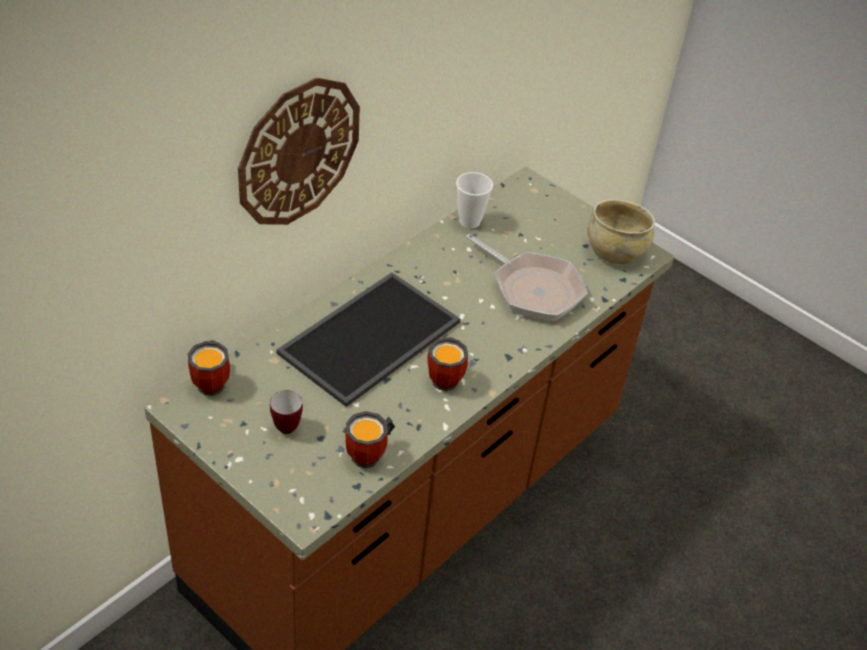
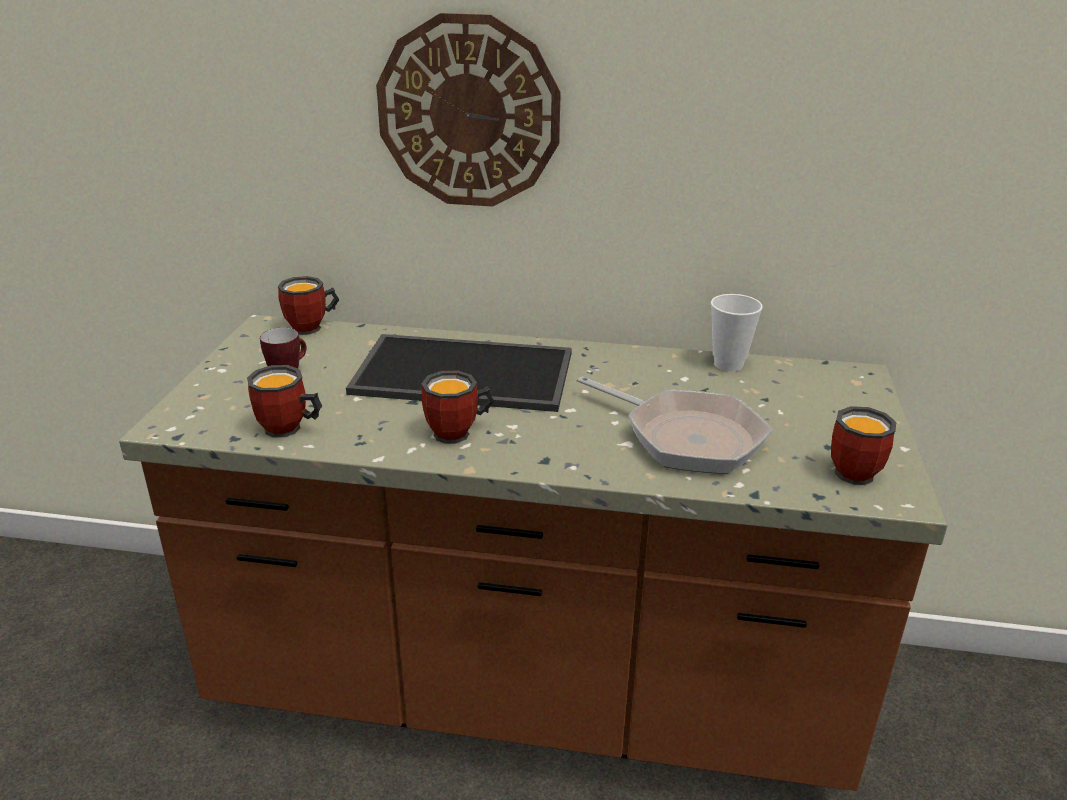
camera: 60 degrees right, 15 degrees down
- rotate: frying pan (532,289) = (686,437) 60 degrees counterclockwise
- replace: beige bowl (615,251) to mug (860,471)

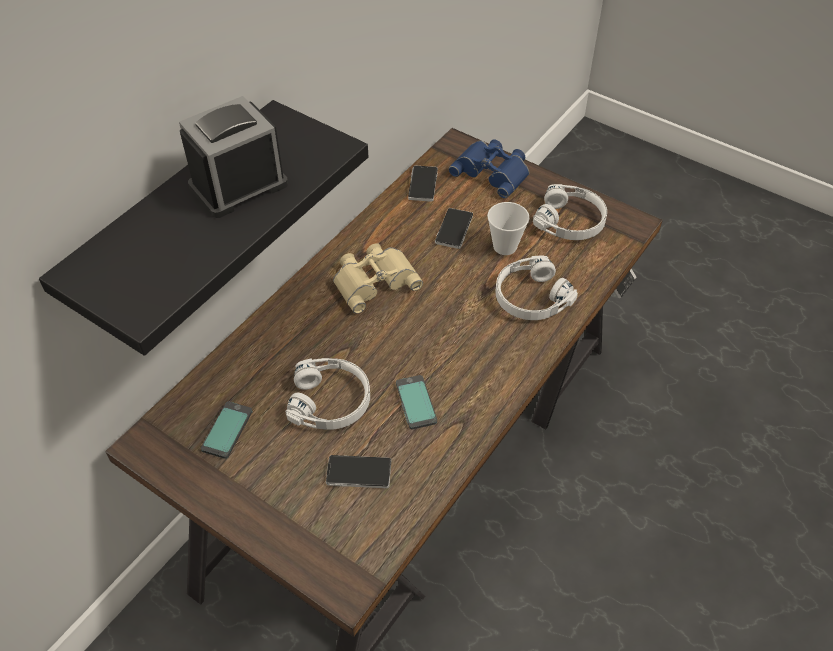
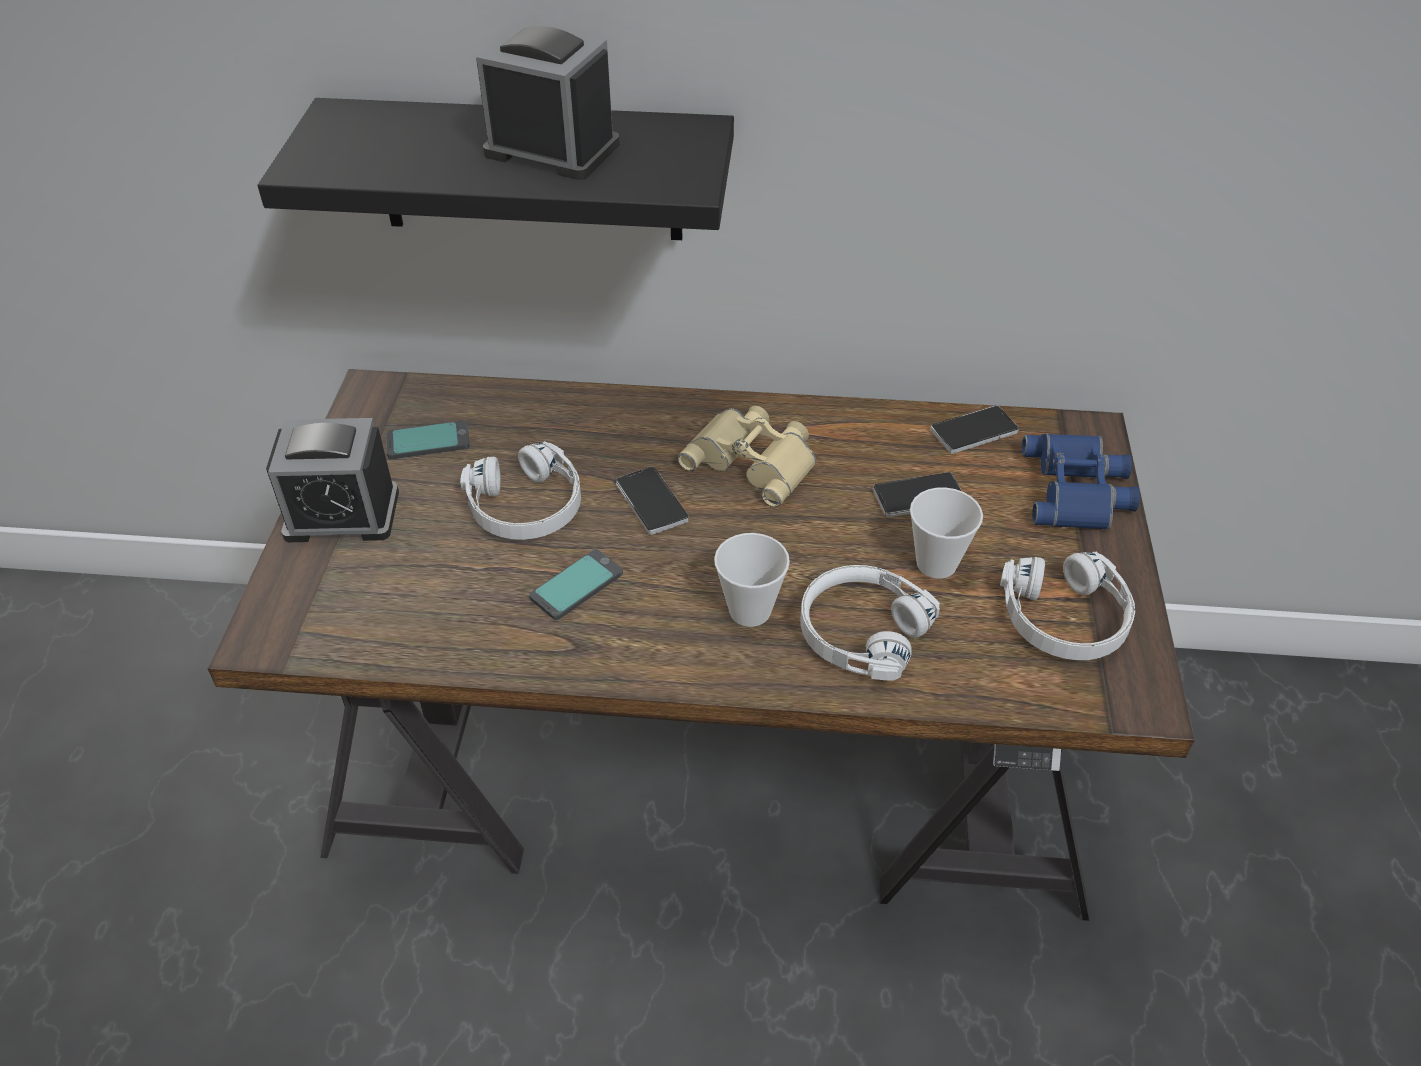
camera: 60 degrees right, 5 degrees down
- insert: alarm clock (342,514)
- move: phone (359,472) to (651,502)
- insert: cup (750,610)

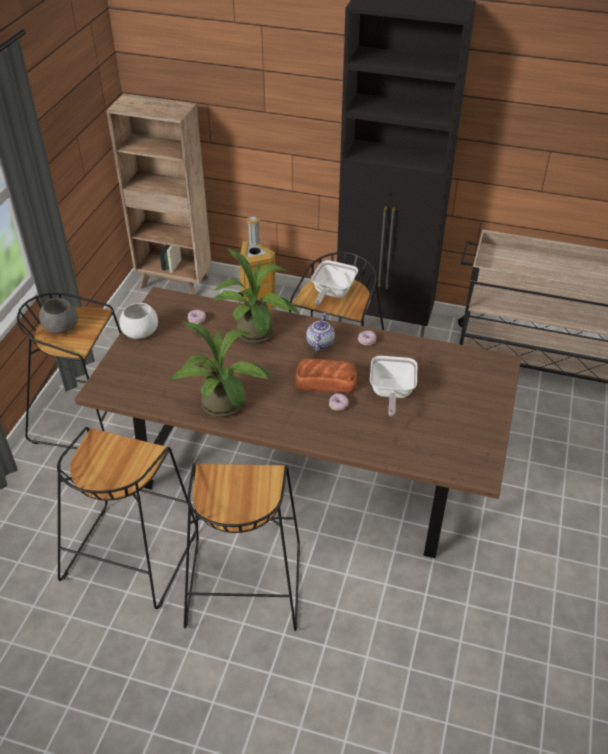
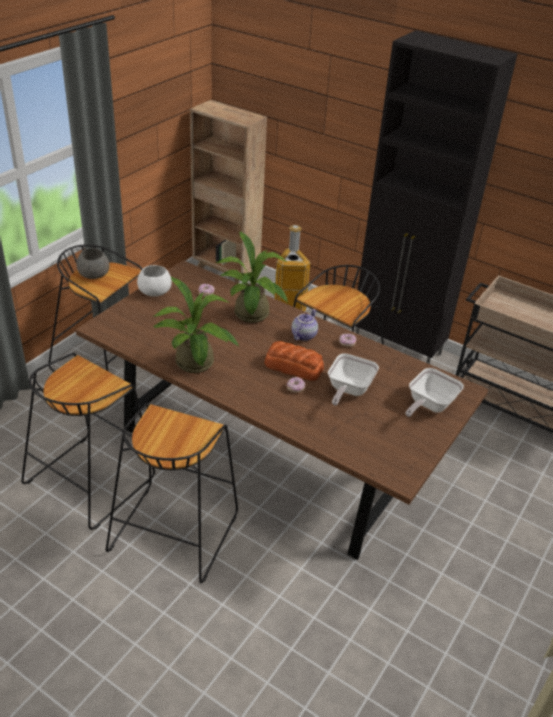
camera: 15 degrees right, 5 degrees down
- move: frying pan (331,293) to (428,405)

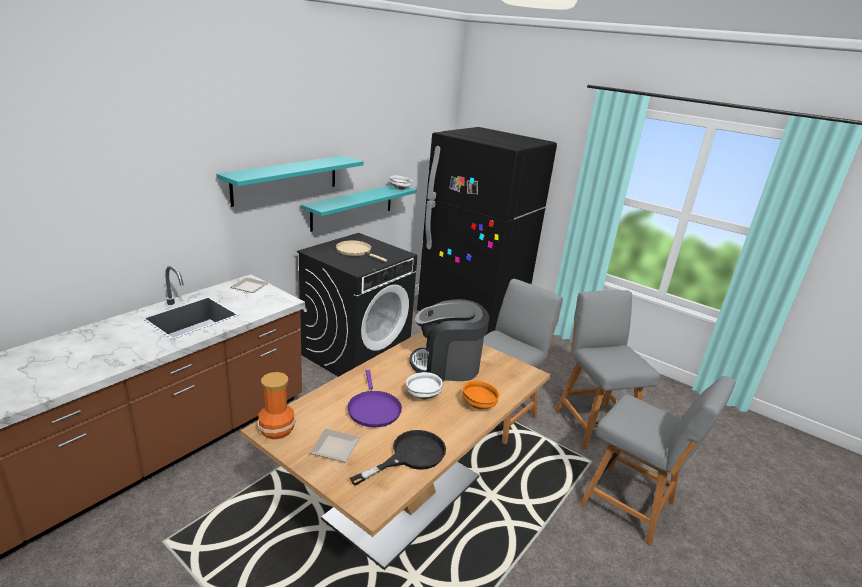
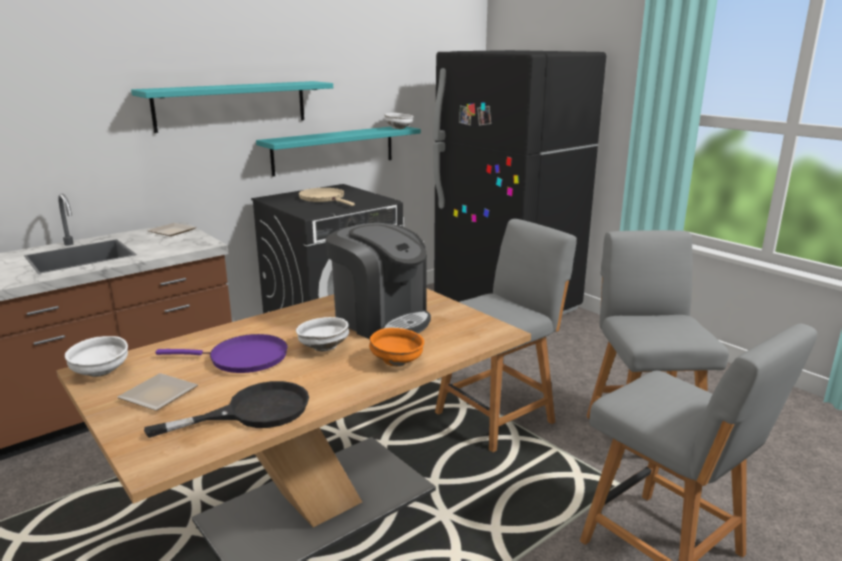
camera: 15 degrees right, 5 degrees down
- replace: vase (277,430) to white bowl (100,372)
- rotate: purple frying pan (373,409) = (243,358) 90 degrees counterclockwise
- rotate: coffee machine (447,365) = (381,318) 150 degrees counterclockwise

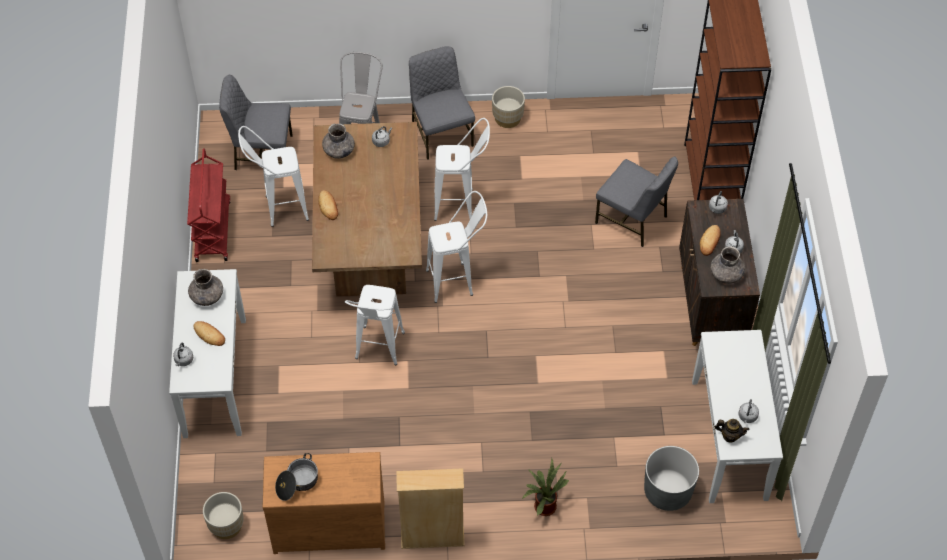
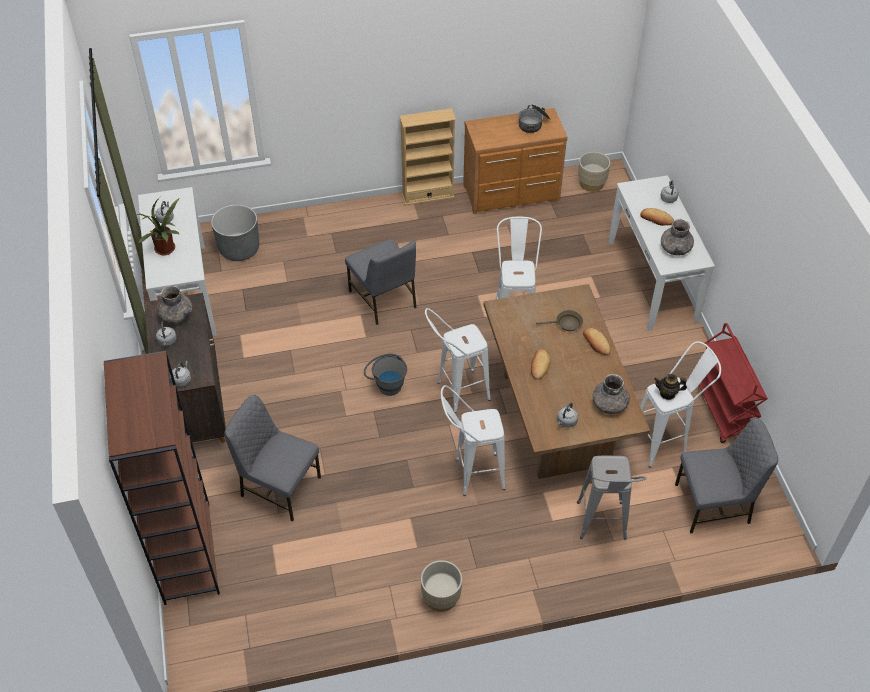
camera: 170 degrees right, 5 degrees down
- move: potted plant (543,505) to (166,250)
- move: grey chair (441,132) to (384,299)
- insert: grey bucket (386,384)
- move: bread (710,242) to (539,366)
- insert: brown frying pan (566,324)
- move: teapot (730,435) to (667,393)

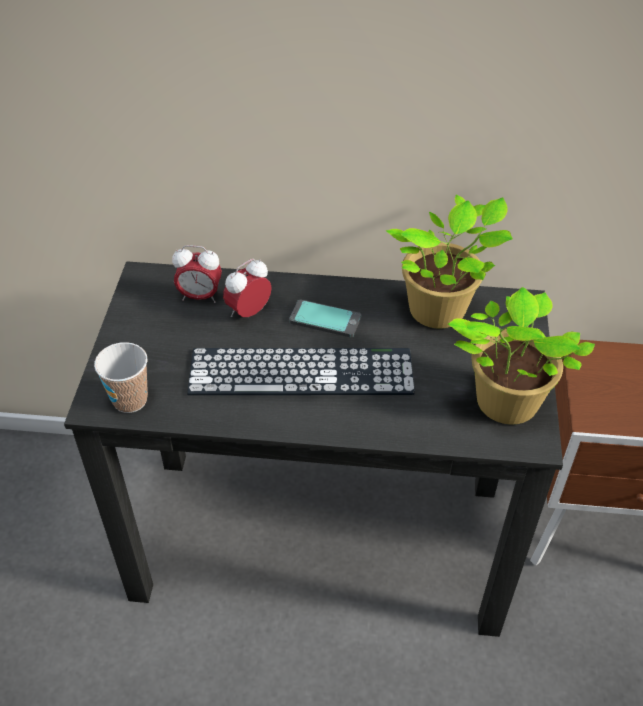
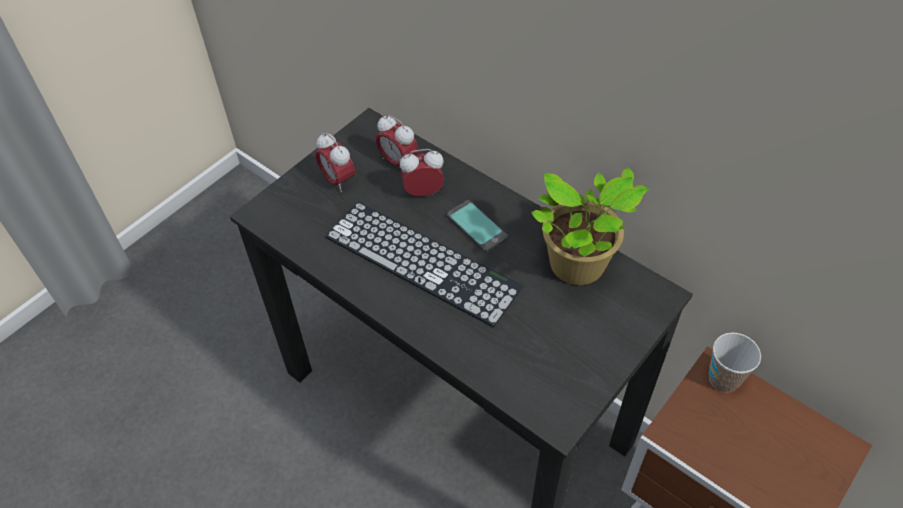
camera: 35 degrees right, 5 degrees up
- insert: alarm clock (338,180)
- move: cup (130,400) to (723,379)
- delete: potted plant (503,404)

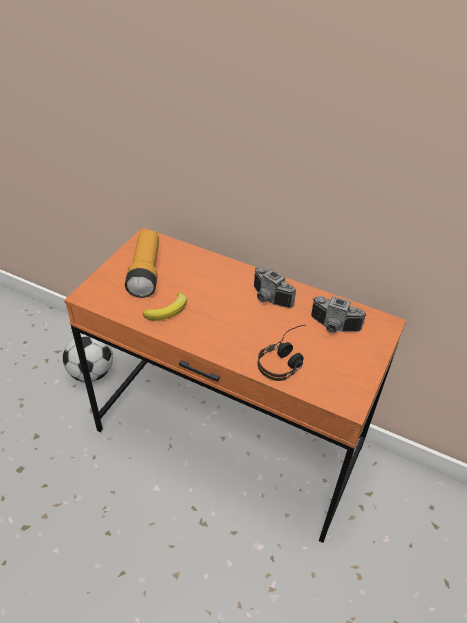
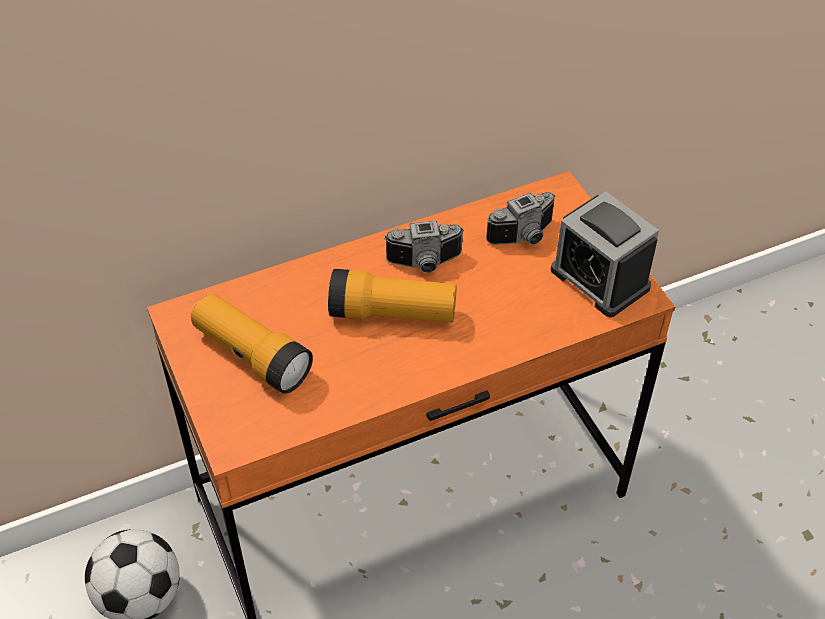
camera: 50 degrees left, 5 degrees up
- insert: flashlight (392,313)
- insert: alarm clock (600,279)
- delete: banana (168,310)
- delete: headphones (286,359)

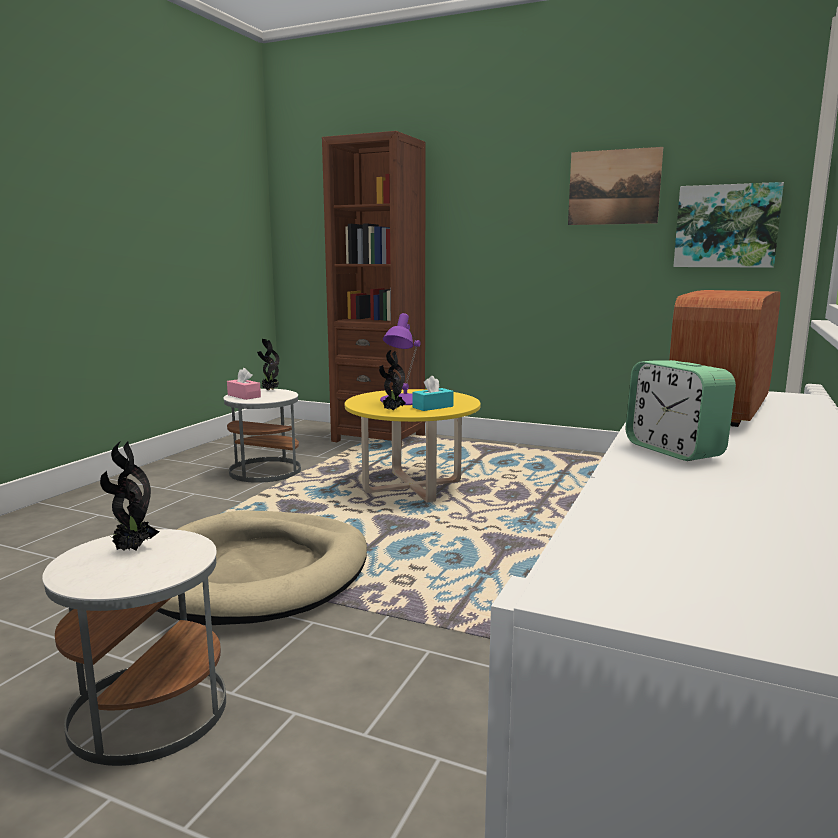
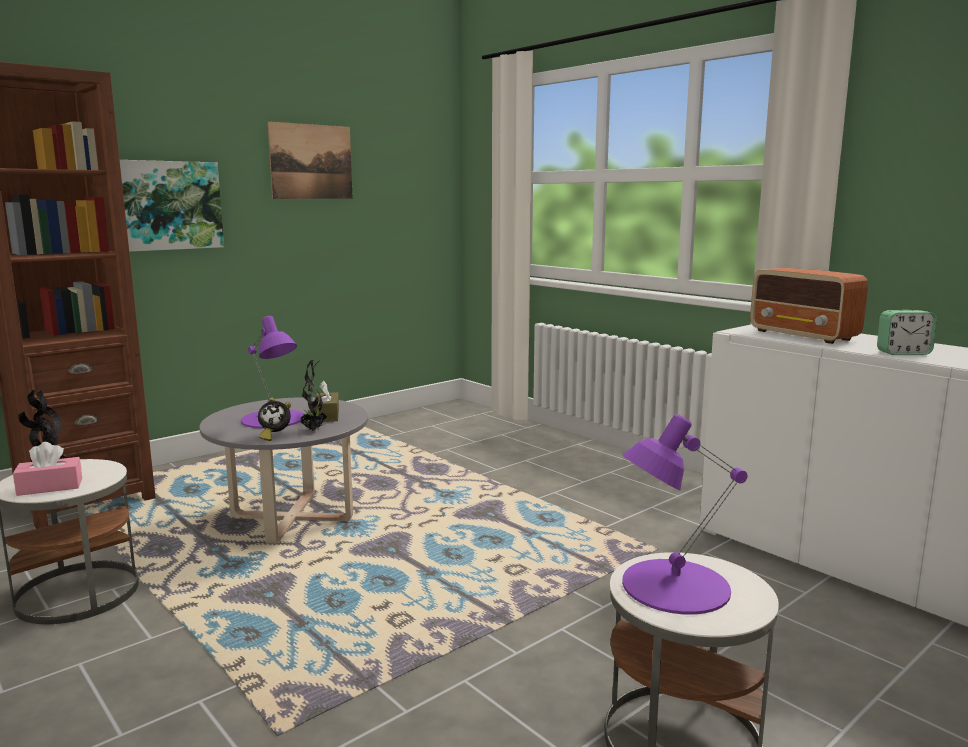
camera: 65 degrees left, 0 degrees up
- move: picture (726,226) to (168,205)
- recolor: yellow coffee table (412,487) to grey coffee table (292,519)
- insert: alarm clock (274,436)
- recolor: turquoise tissue box (432,407) to brown tissue box (327,415)
- replace: potted plant (133,549) to purple table lamp (673,586)
- delete: beige dog bed (257,573)

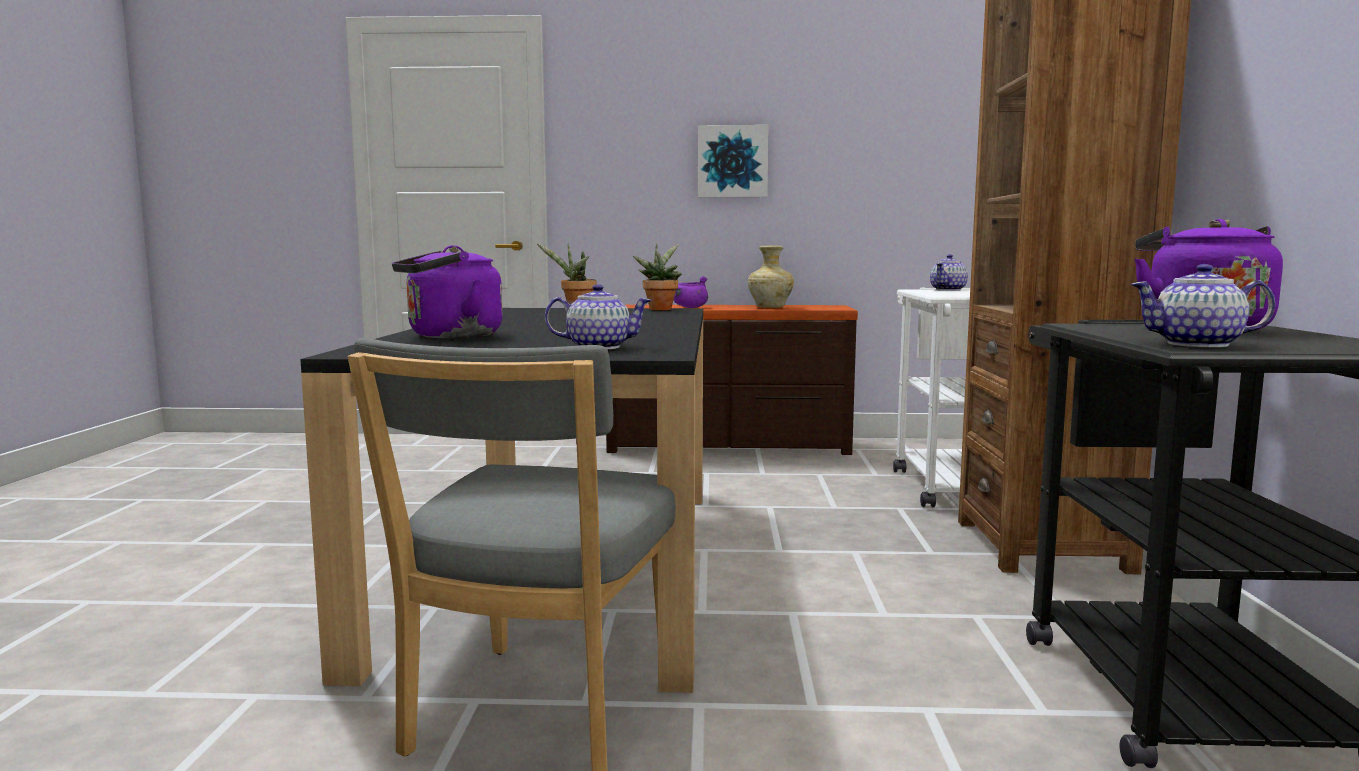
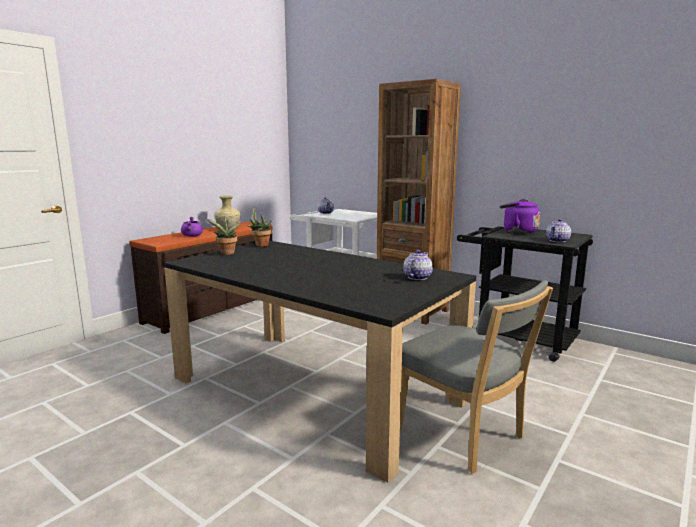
camera: 55 degrees left, 5 degrees up
- delete: purple kettle (450,336)
- delete: picture (732,162)

